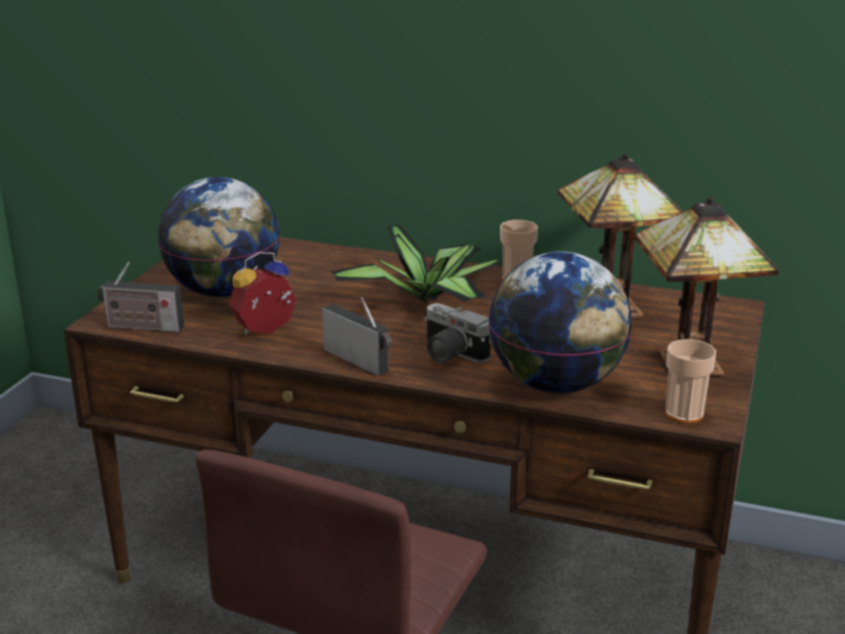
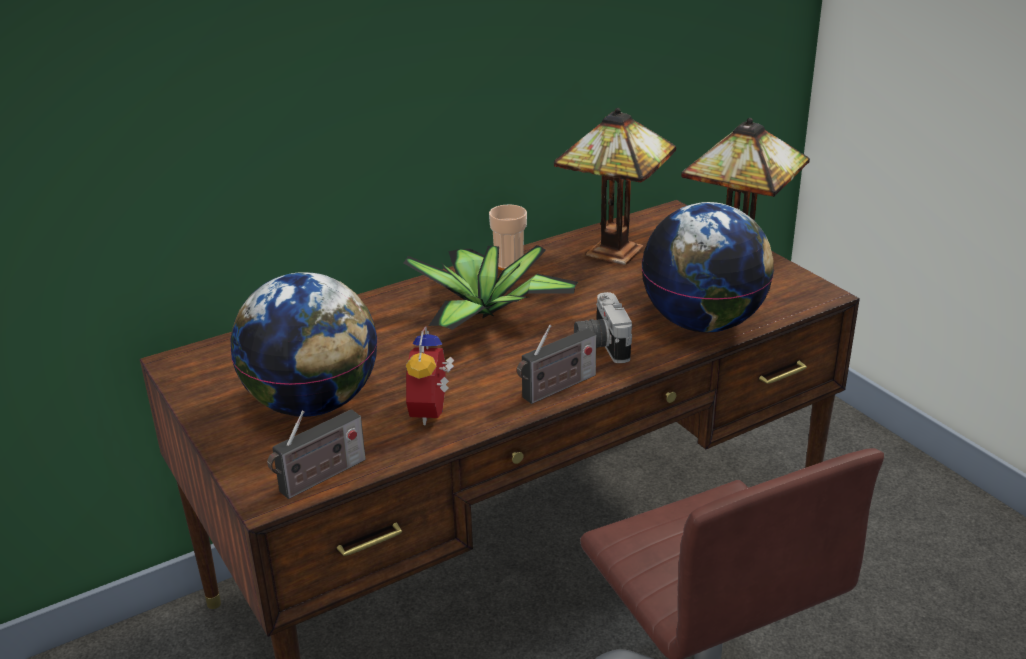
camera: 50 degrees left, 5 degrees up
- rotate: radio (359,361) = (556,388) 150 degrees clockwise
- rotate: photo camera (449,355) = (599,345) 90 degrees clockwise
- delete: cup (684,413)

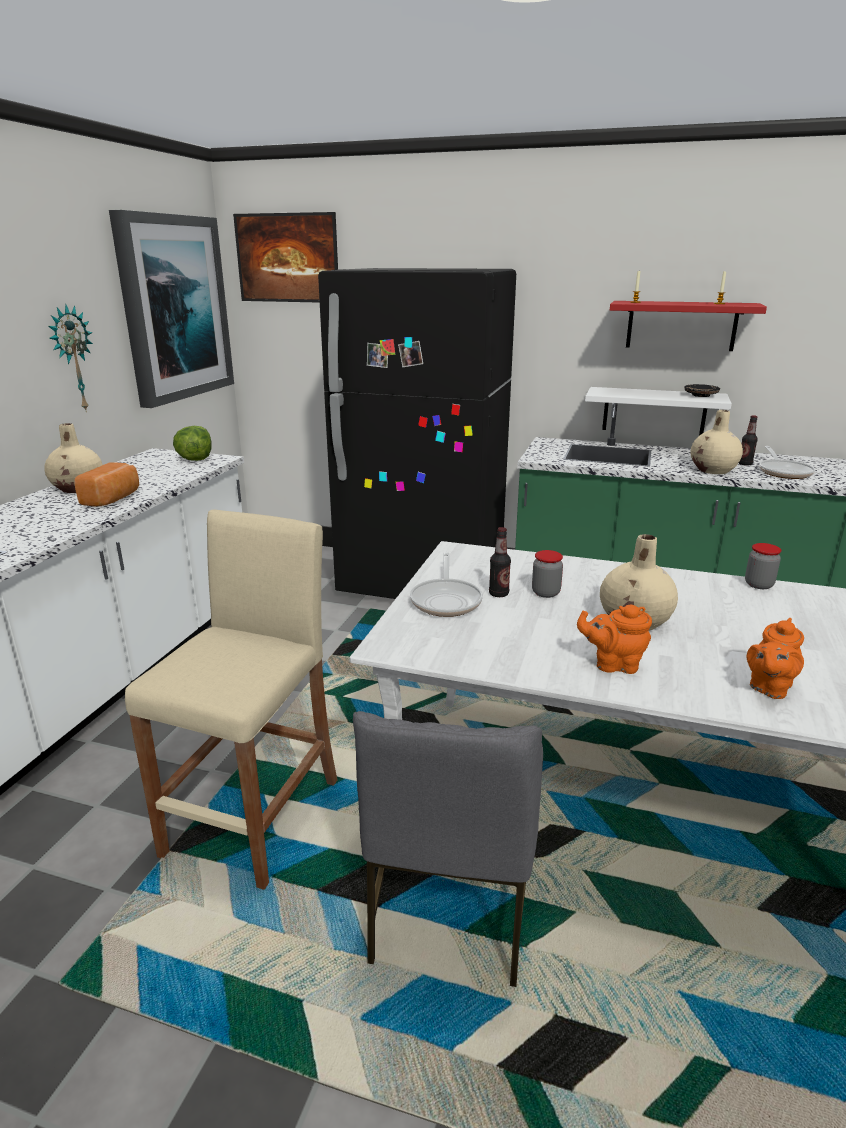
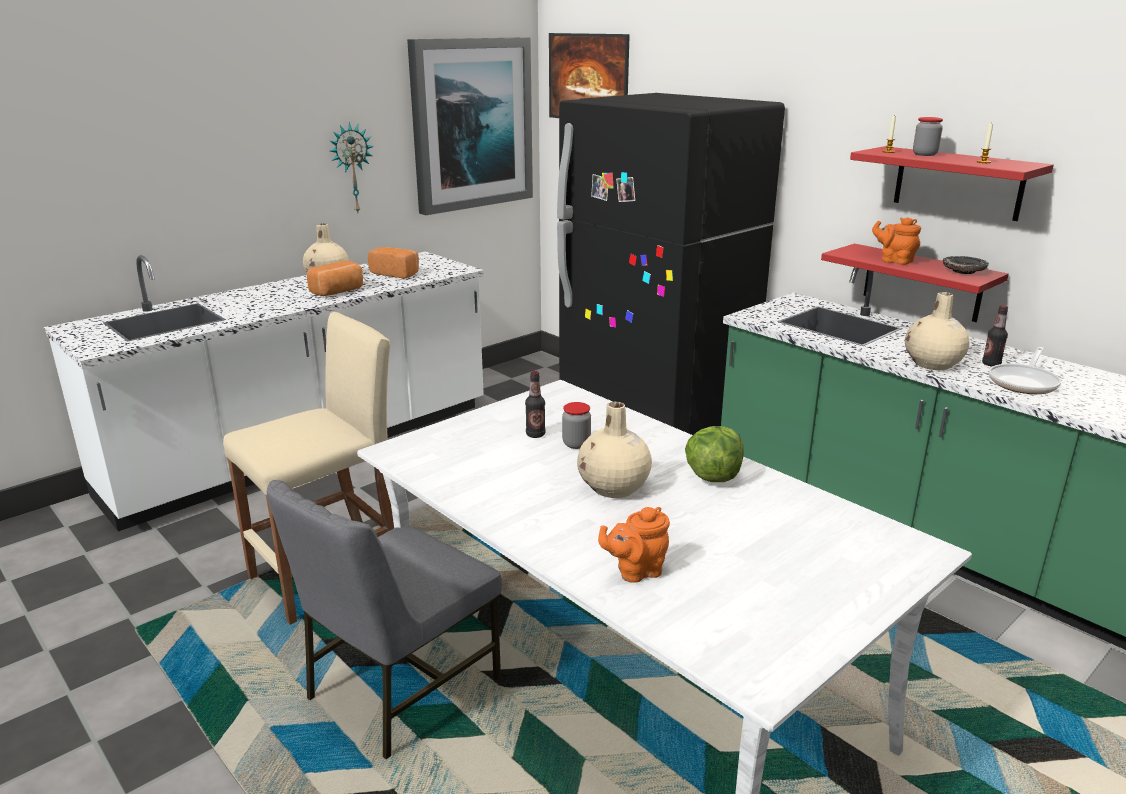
camera: 30 degrees right, 0 degrees up
- insert: bread (396,273)
- move: lettuce (195,459) to (713,476)
- recolor: white shelf (654,411) to red shelf (922,282)
- move: orange teapot (613,664) to (894,261)
- move: jar (758,585) to (924,154)
- delete: frying pan (446,600)

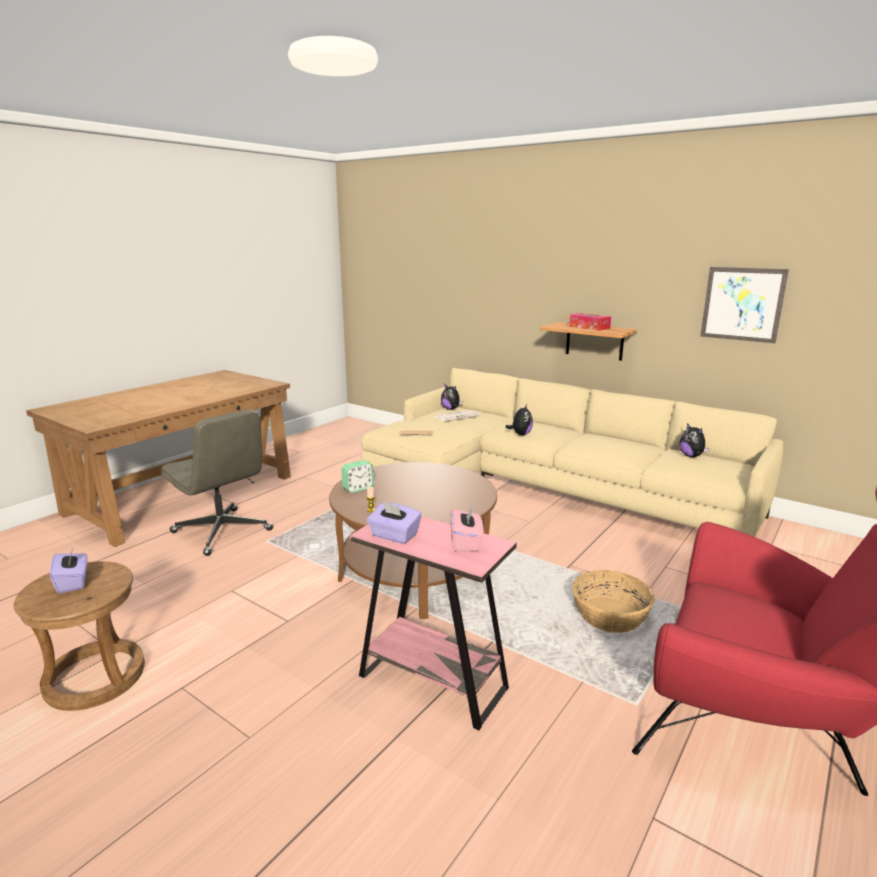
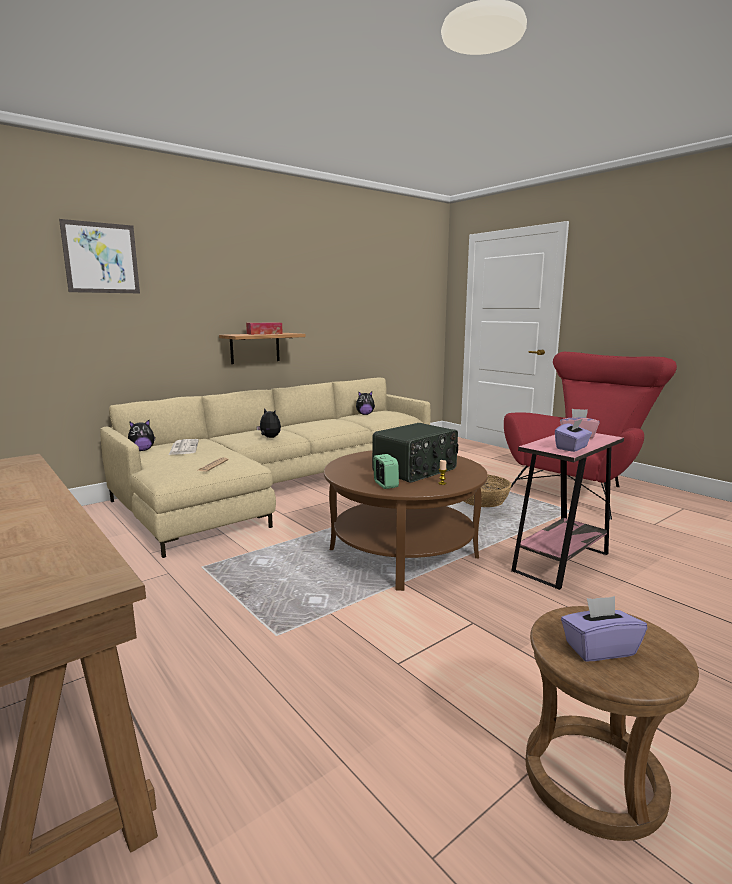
camera: 75 degrees left, 5 degrees down
- move: picture (742,304) to (101,258)
- insert: radio (416,470)
- delete: grey office chair (223,531)

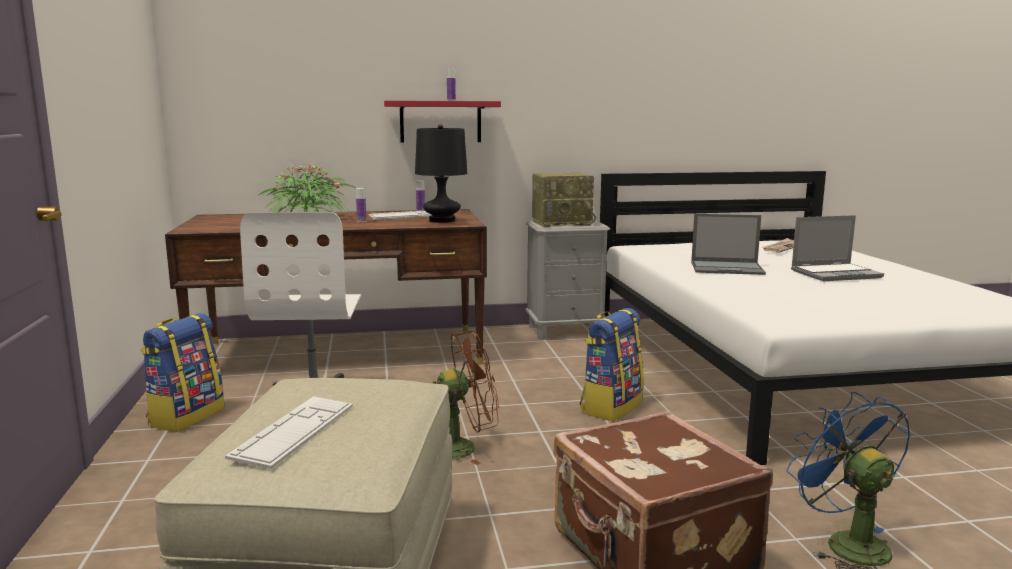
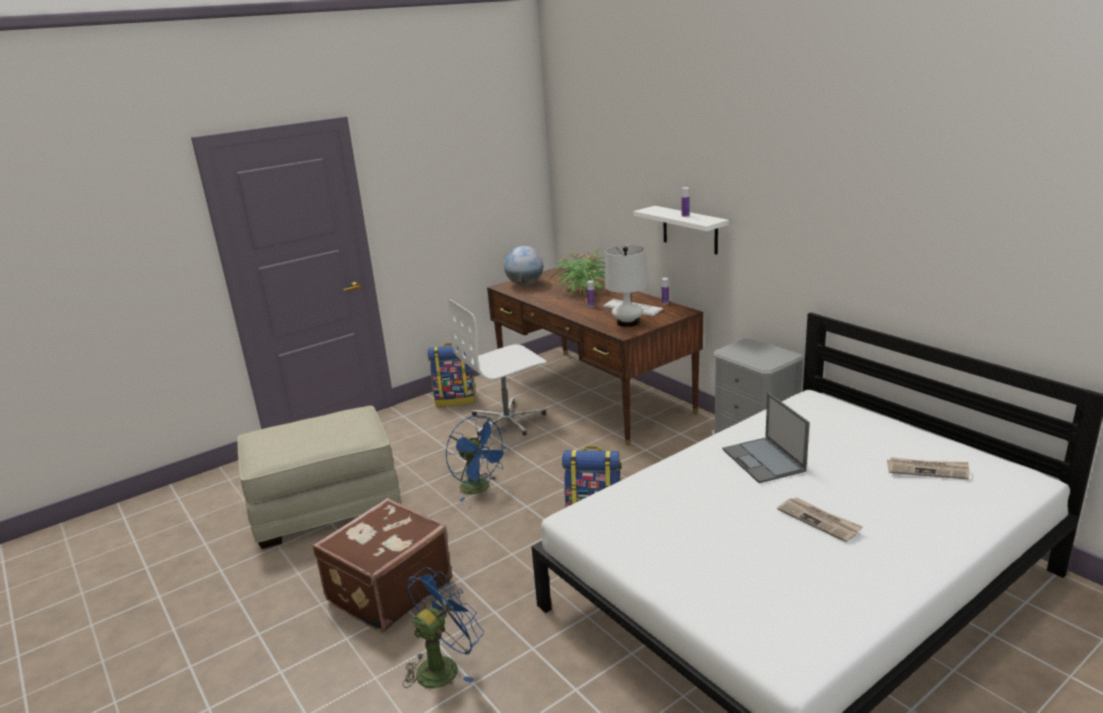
camera: 65 degrees right, 10 degrees up
- recolor: brown fan (463,447) to blue fan (480,489)
- insert: globe (525,284)
- recolor: black table lamp (442,220) to white table lamp (627,322)
- recolor: red shelf (440,121) to white shelf (690,230)
- replace: laptop (836,274) to newspaper (819,520)
- delete: keyboard (294,431)
- delete: radio (562,223)

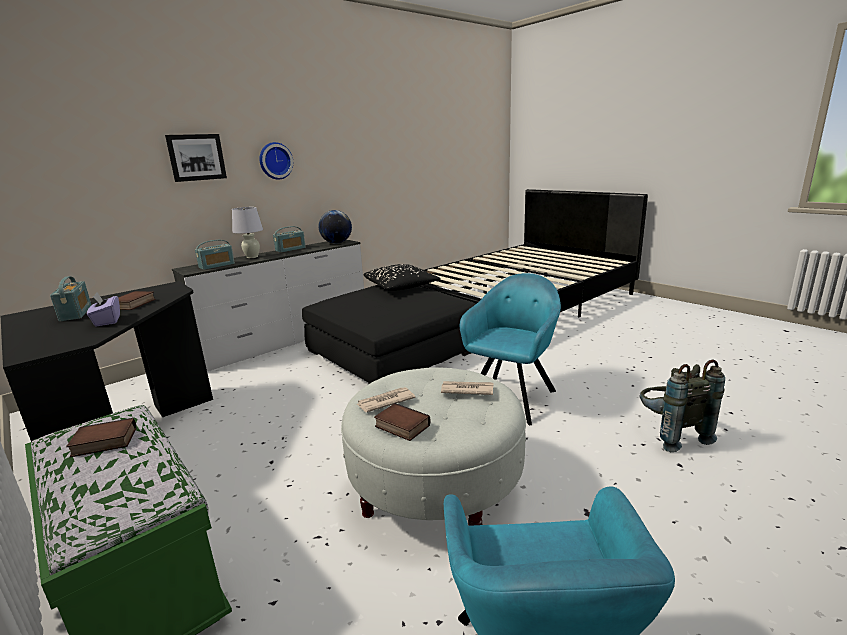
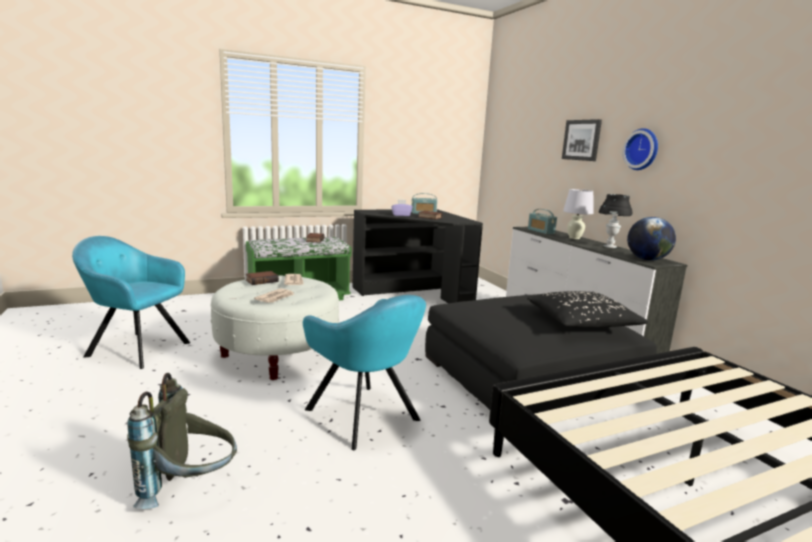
camera: 105 degrees right, 5 degrees down
- replace: radio (290,249) to black table lamp (609,247)

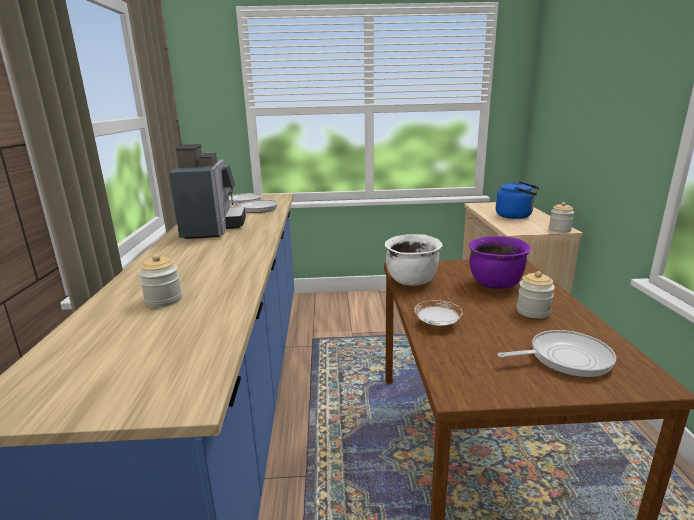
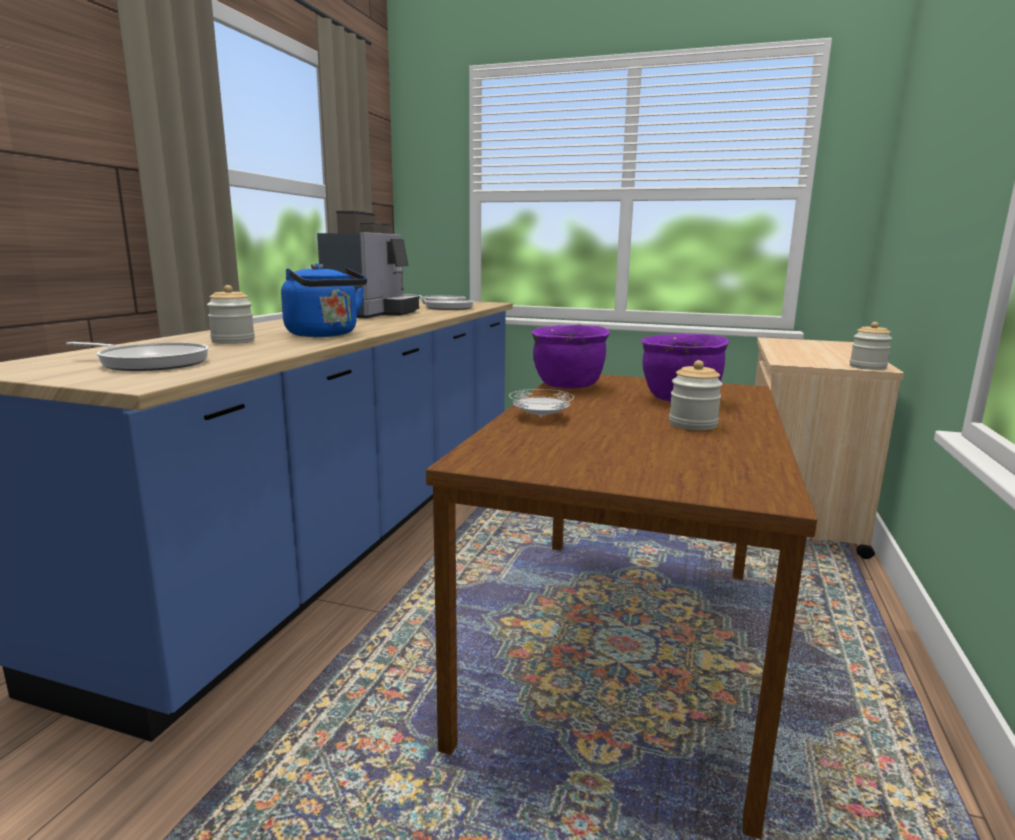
camera: 20 degrees right, 5 degrees down
- move: frying pan (565,358) to (150,362)
- move: blue kettle (516,216) to (325,335)
- recolor: white cooking pot (412,281) to purple cooking pot (568,386)

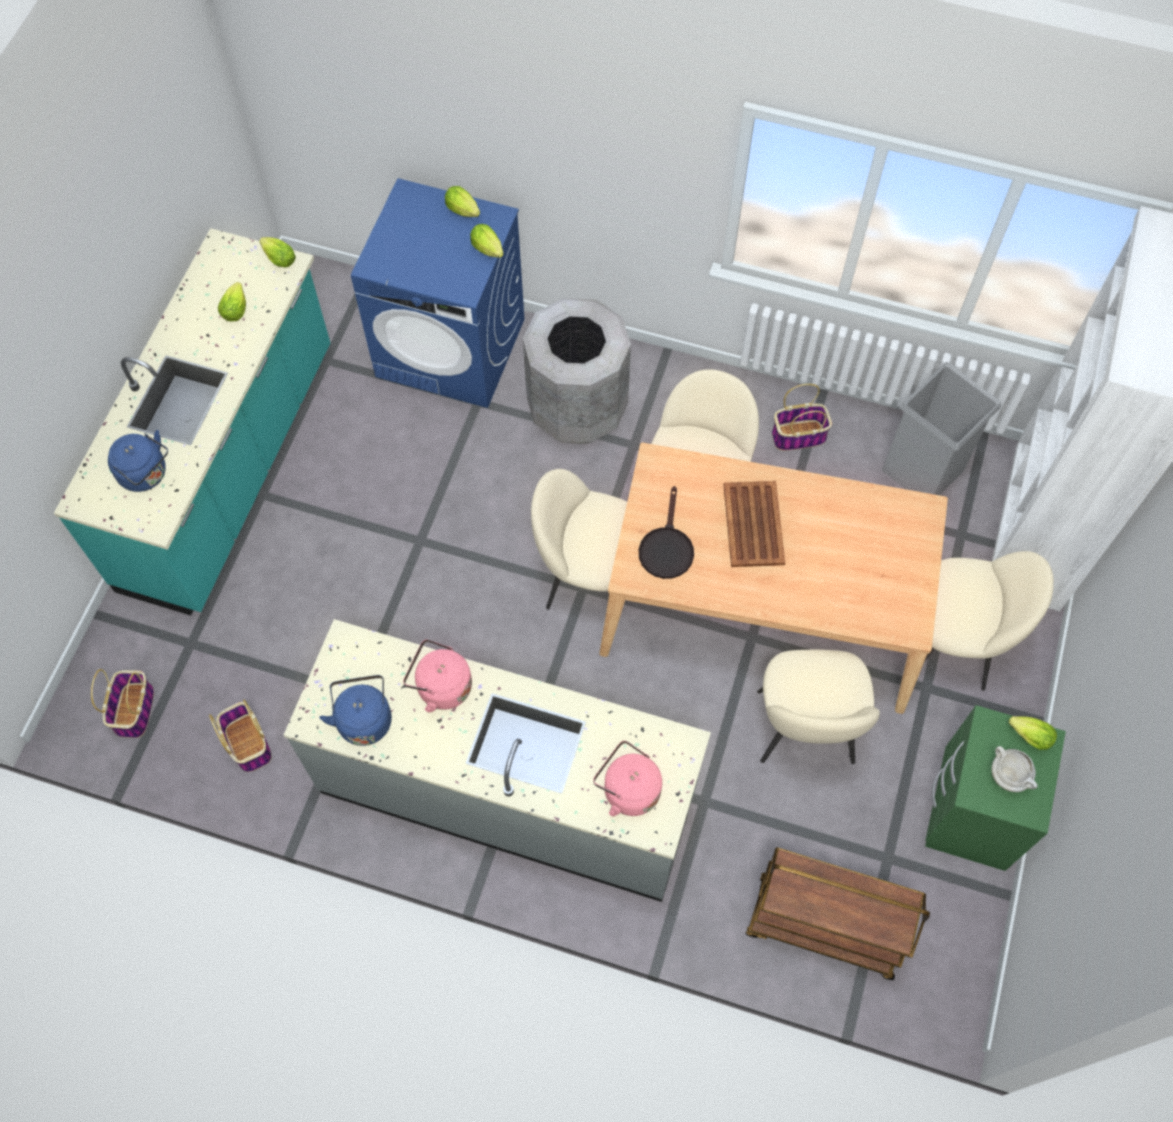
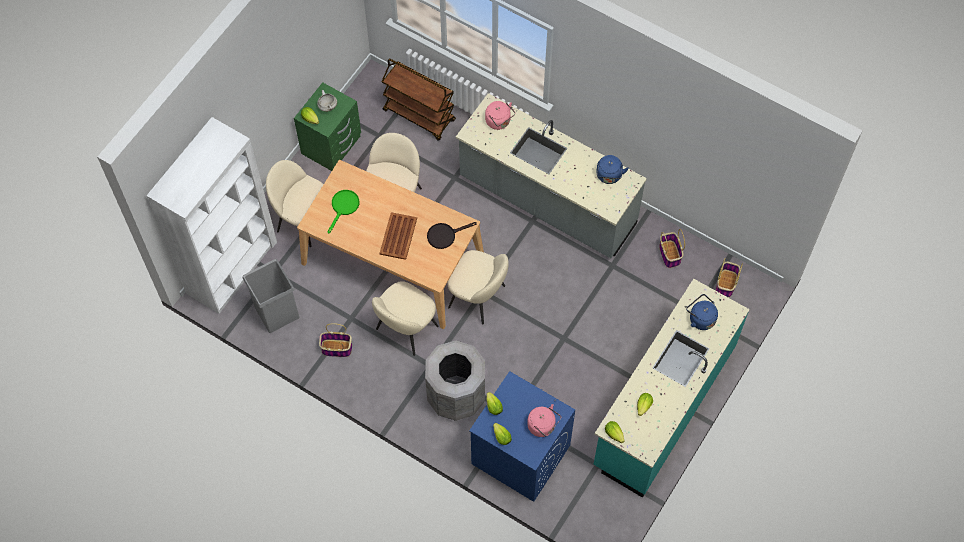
camera: 165 degrees left, 0 degrees up
- insert: green frying pan (343,207)
- rotate: black frying pan (666,547) = (445,235) 135 degrees counterclockwise
- move: pink kettle (441,686) to (543,426)

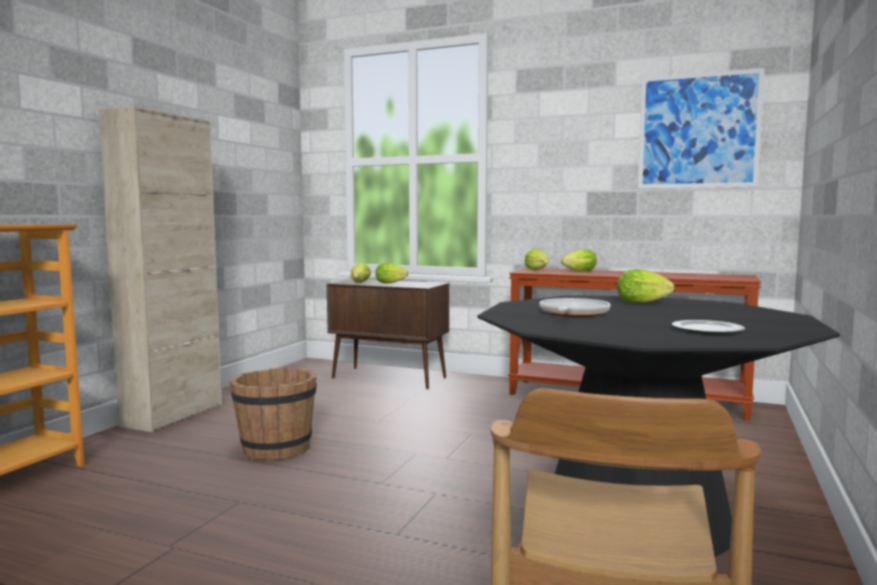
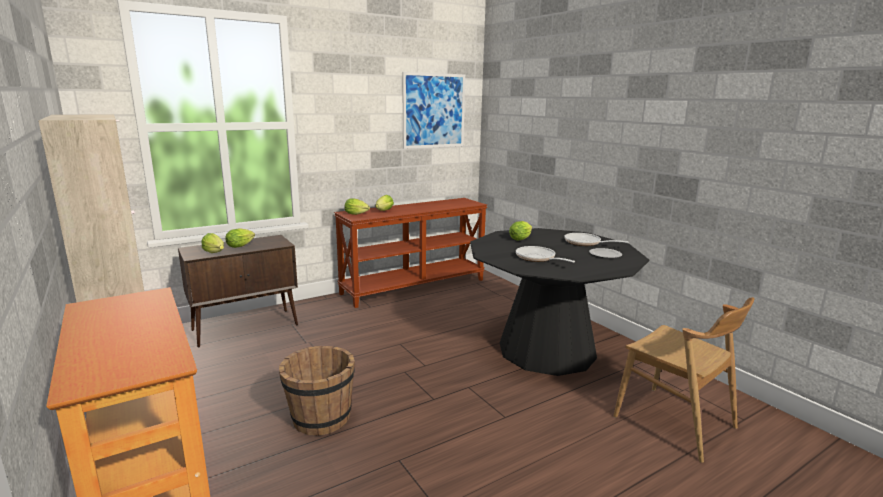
camera: 55 degrees left, 10 degrees up
- insert: frying pan (585,243)

